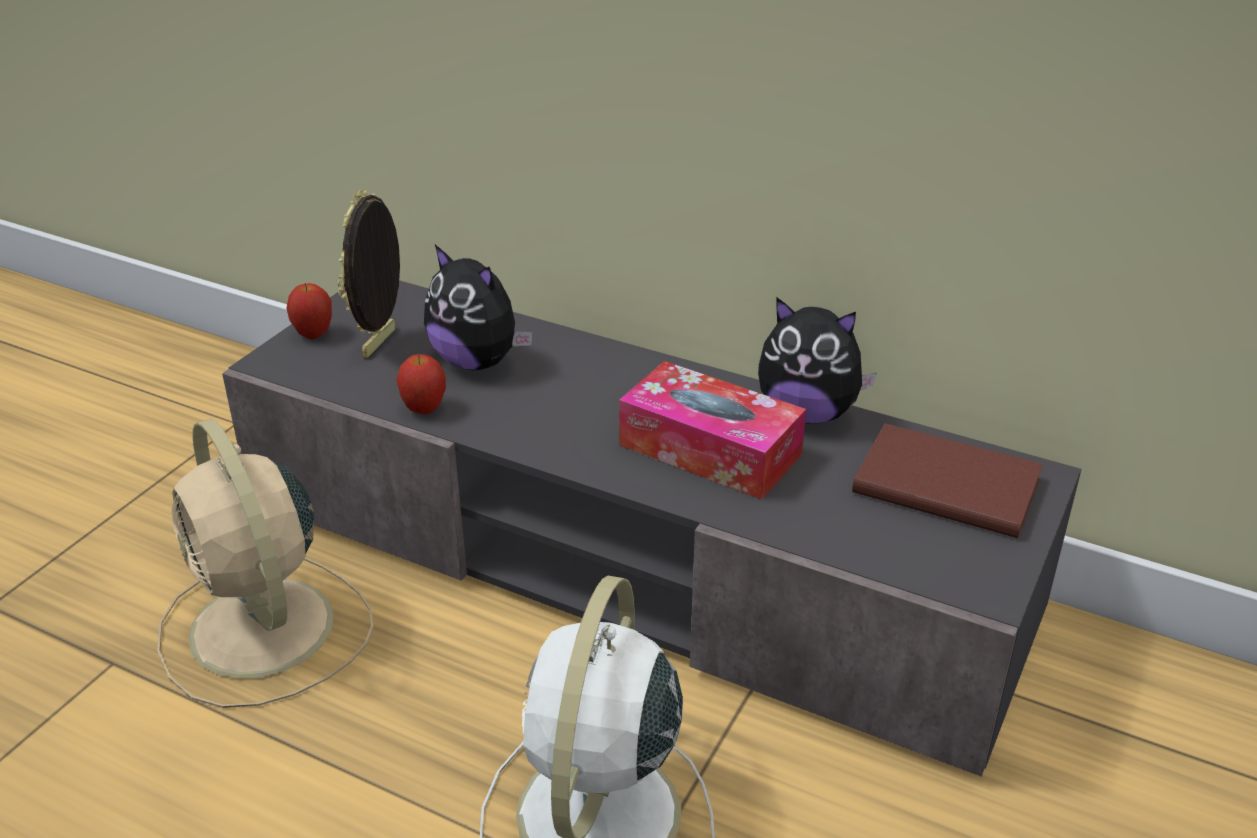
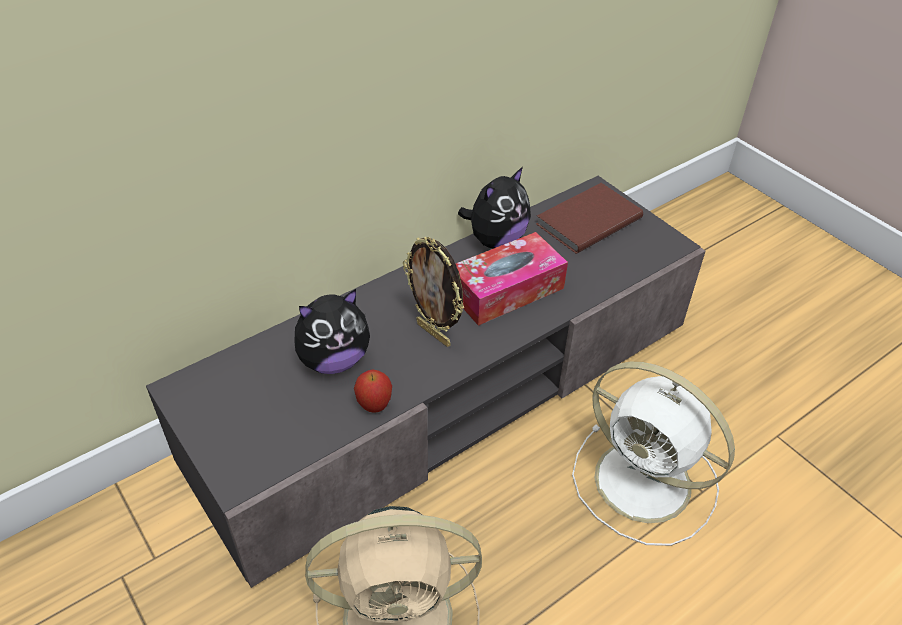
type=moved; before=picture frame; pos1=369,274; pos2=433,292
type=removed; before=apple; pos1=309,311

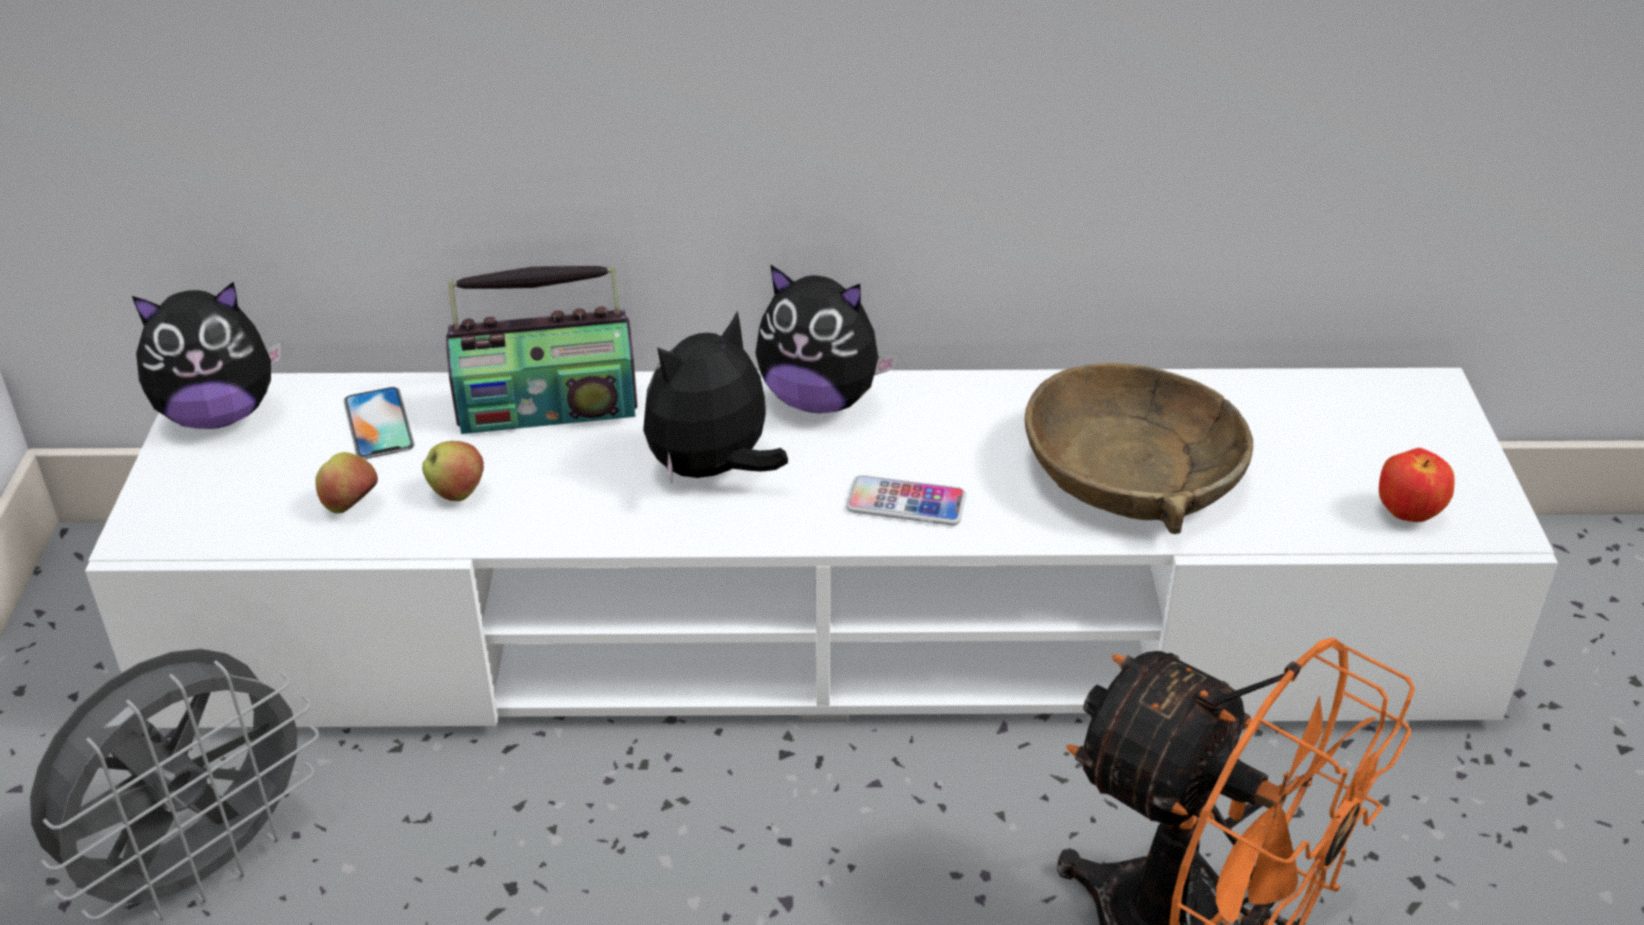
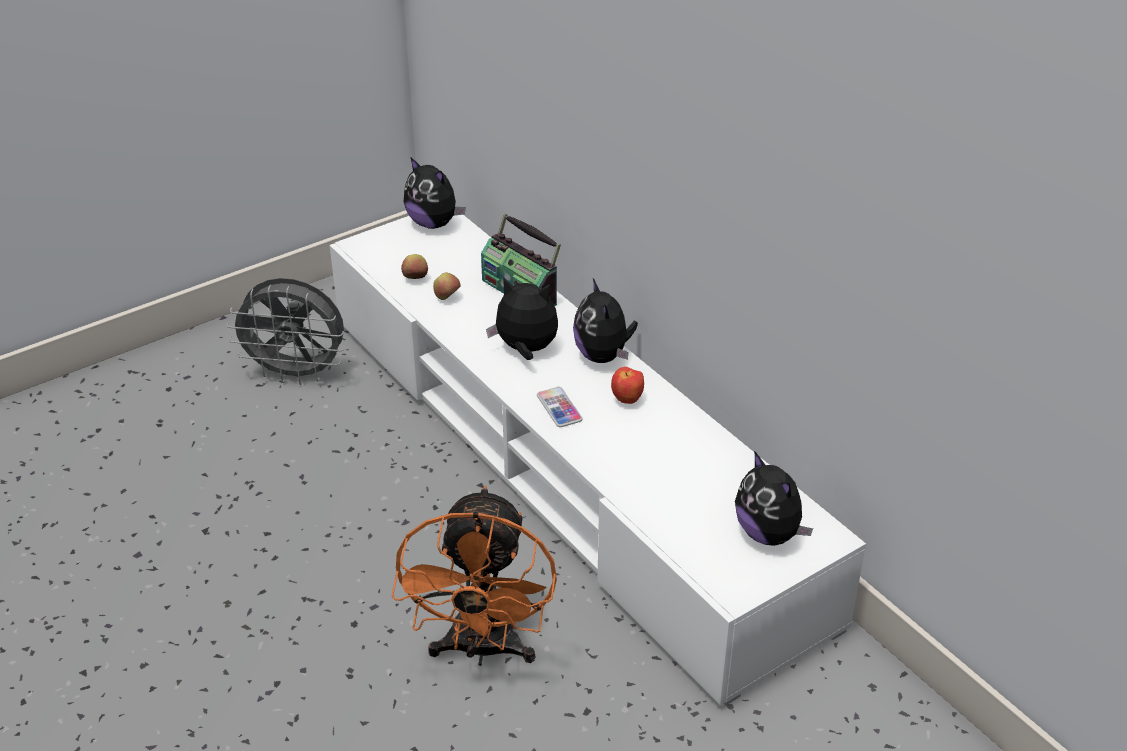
type=moved; before=apple; pos1=1417,485; pos2=627,385
type=added; after=plush toy; pos2=774,498
type=removed; before=phone; pos1=379,423
type=removed; before=brown bowl; pos1=1139,448

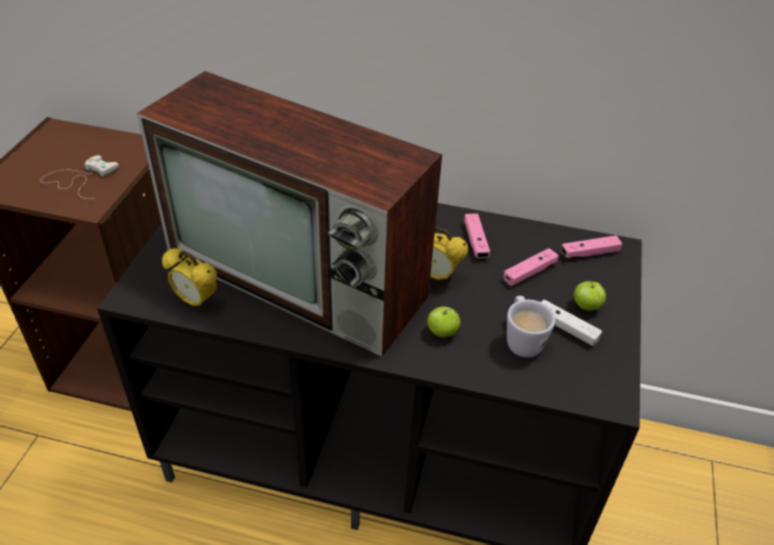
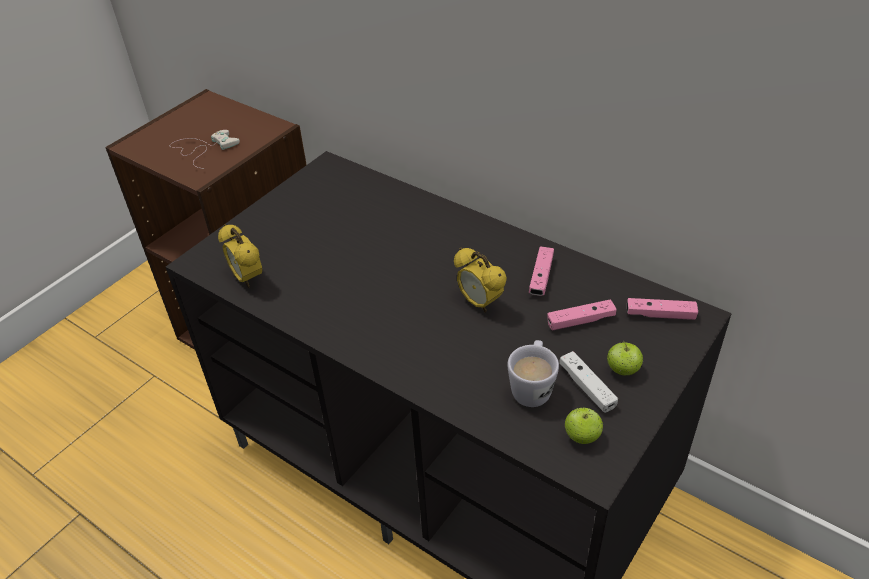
type=moved; before=apple; pos1=443,321; pos2=584,425
type=removed; before=television; pos1=289,214

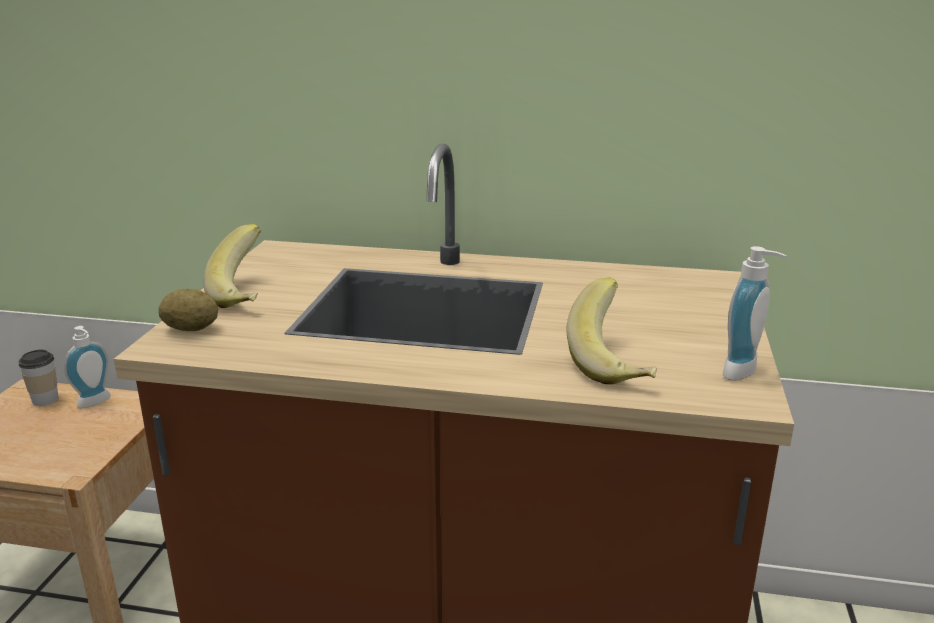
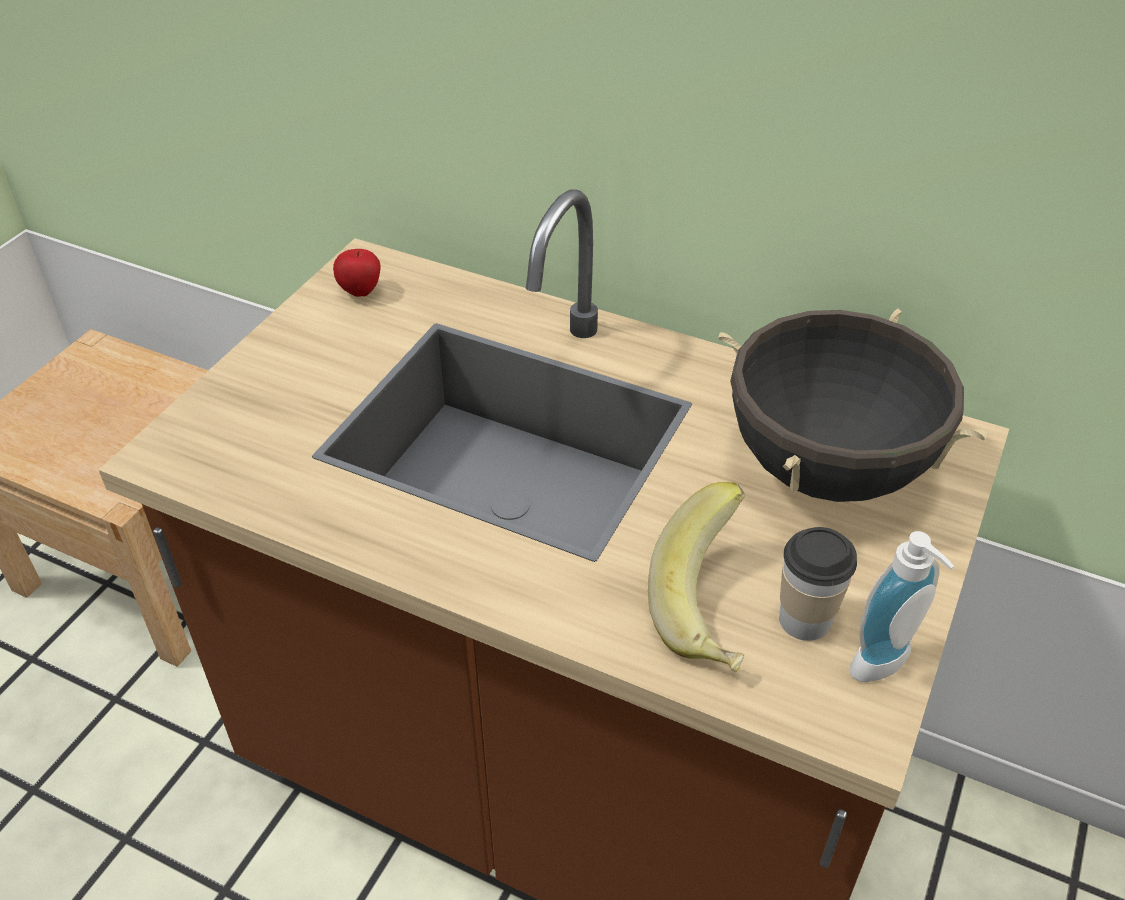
type=added; after=apple; pos2=357,273
type=added; after=black cooking pot; pos2=853,405
type=moved; before=cup; pos1=38,378; pos2=818,584
type=removed; before=soap dispenser; pos1=87,367
type=removed; before=potato; pos1=188,310
type=removed; before=banana; pos1=232,266

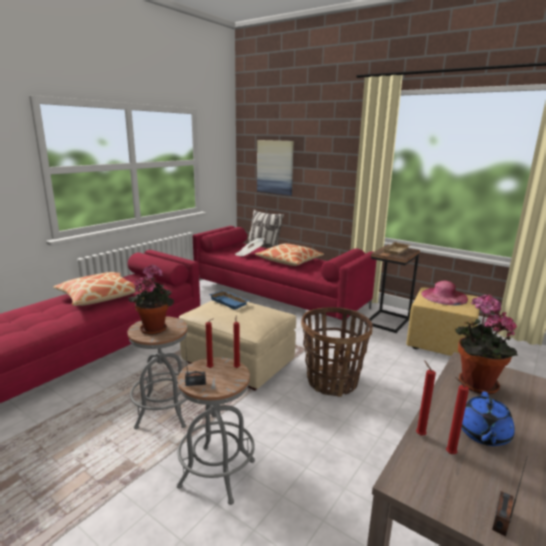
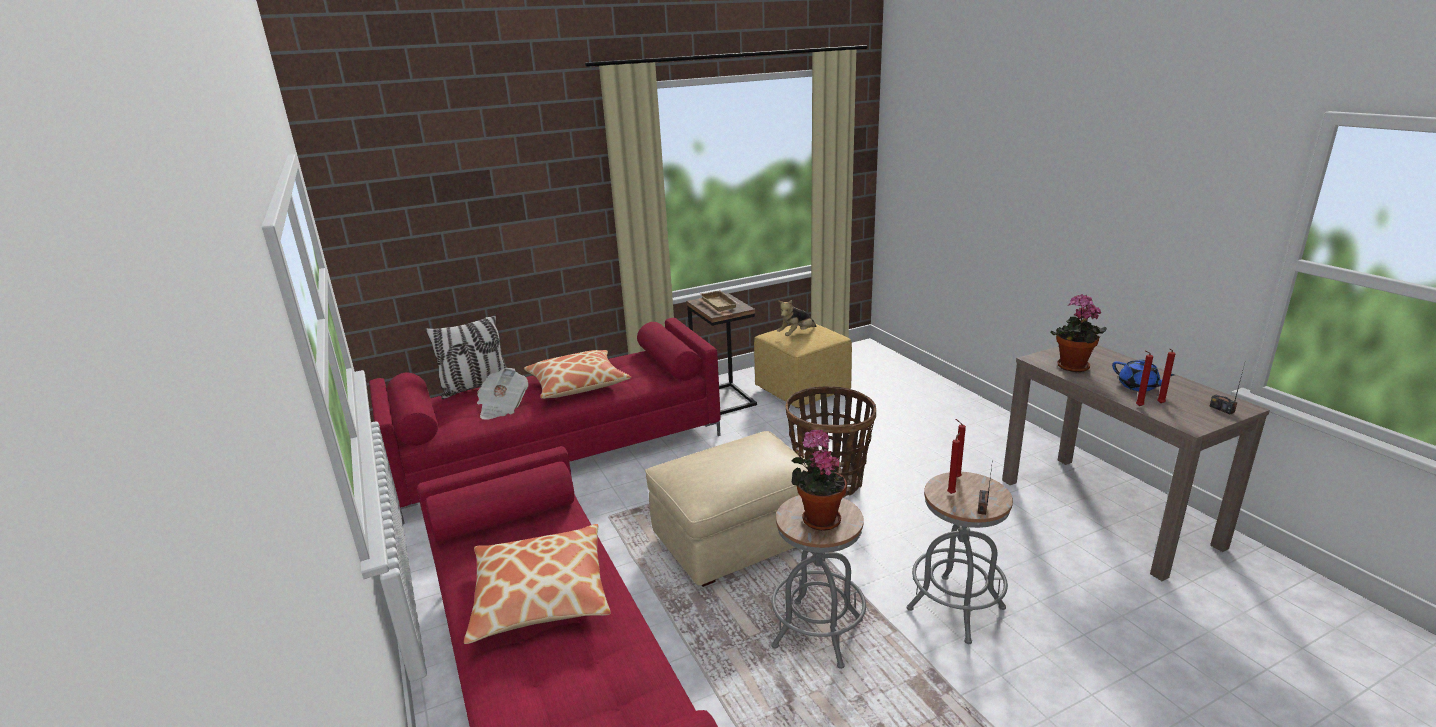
type=replaced; before=pink hat; after=plush toy; pos1=444,293; pos2=796,318
type=removed; before=blue tray; pos1=229,300
type=removed; before=picture; pos1=275,168

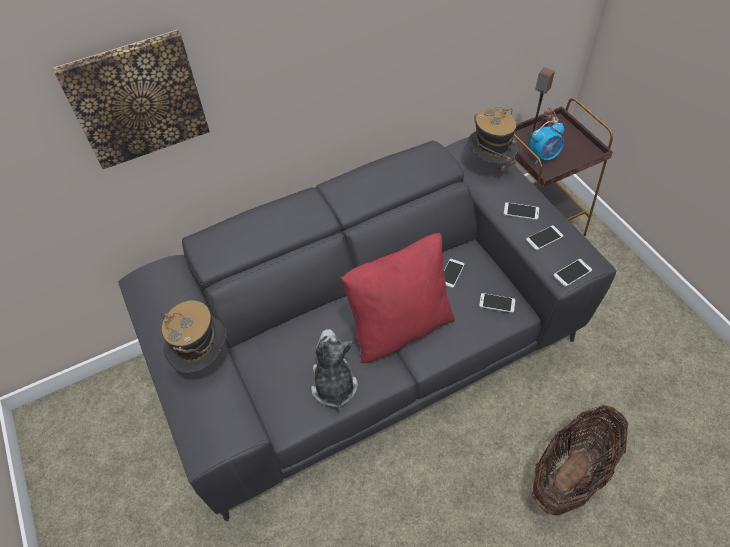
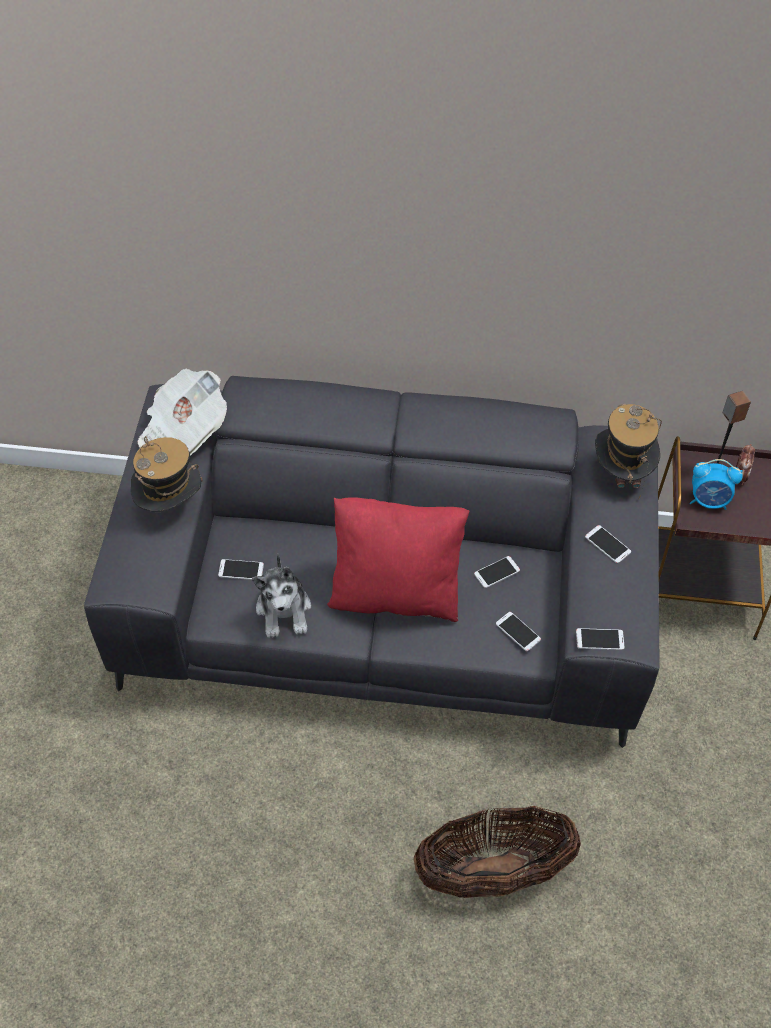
type=added; after=newspaper; pos2=182,412
type=moved; before=phone; pos1=545,237; pos2=241,569
type=turned; before=plush toy; pos1=334,369; pos2=281,596; turn=150
type=removed; before=picture; pos1=131,99

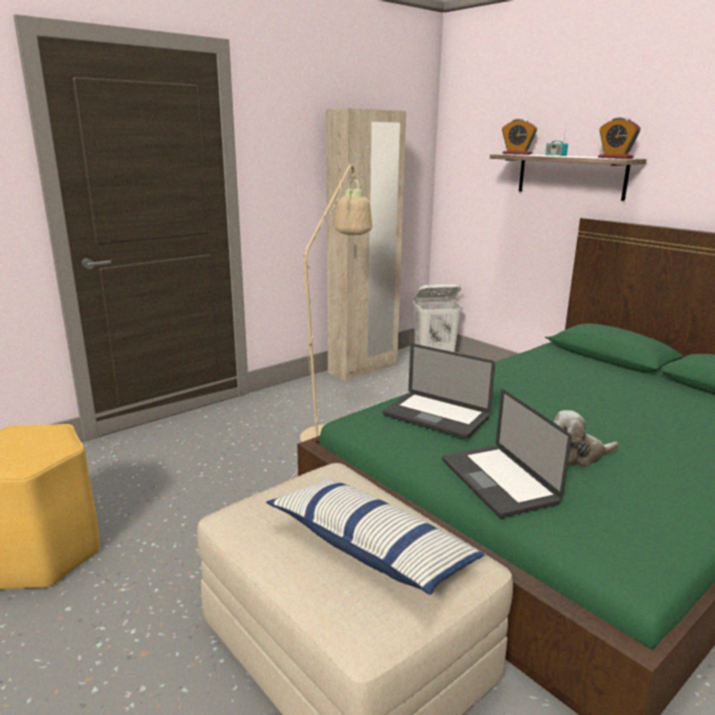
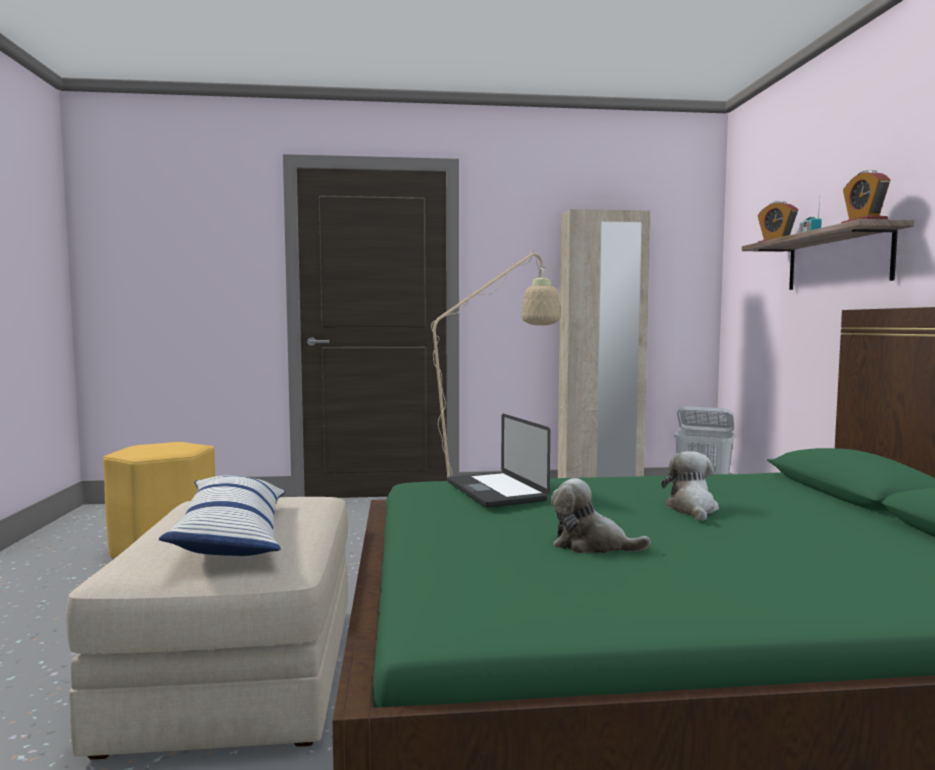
type=added; after=plush toy; pos2=690,486
type=removed; before=laptop; pos1=507,453

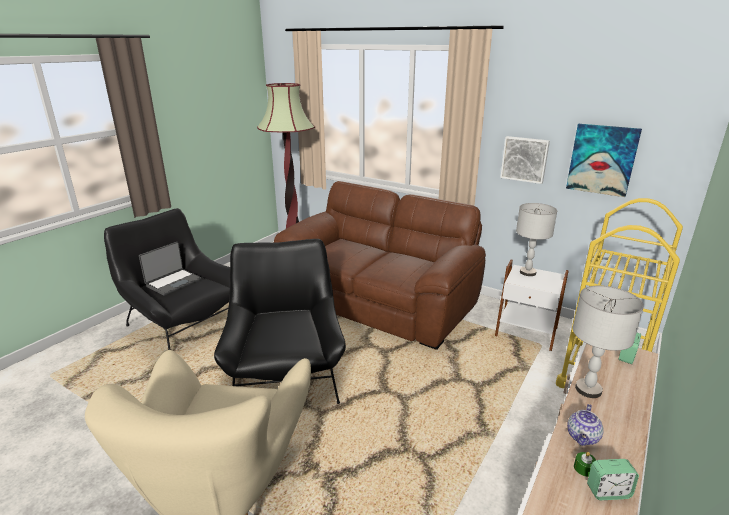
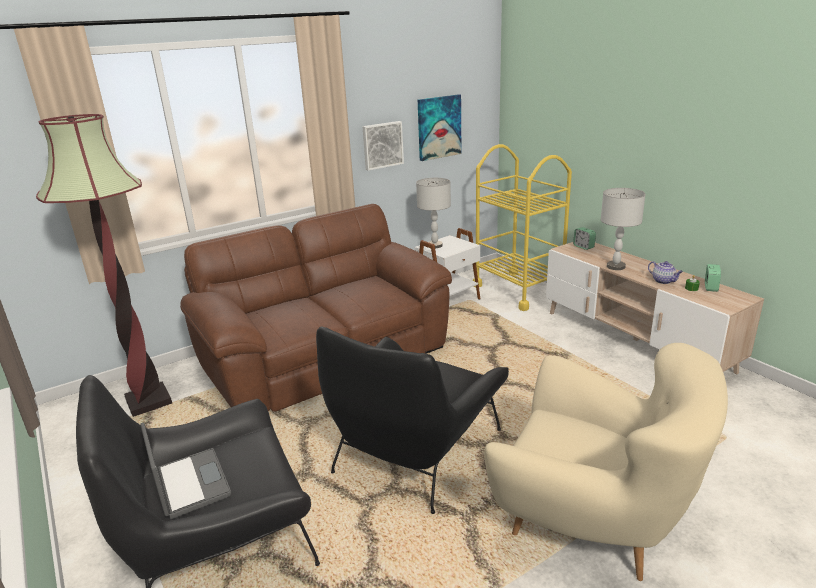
type=turned; before=black armchair; pos1=280,321; pos2=412,420; turn=-75

